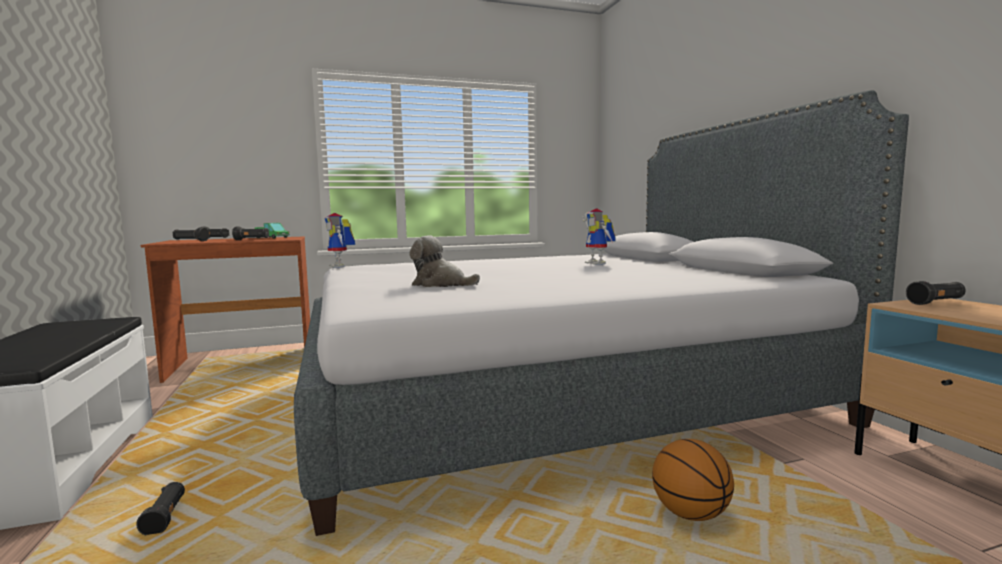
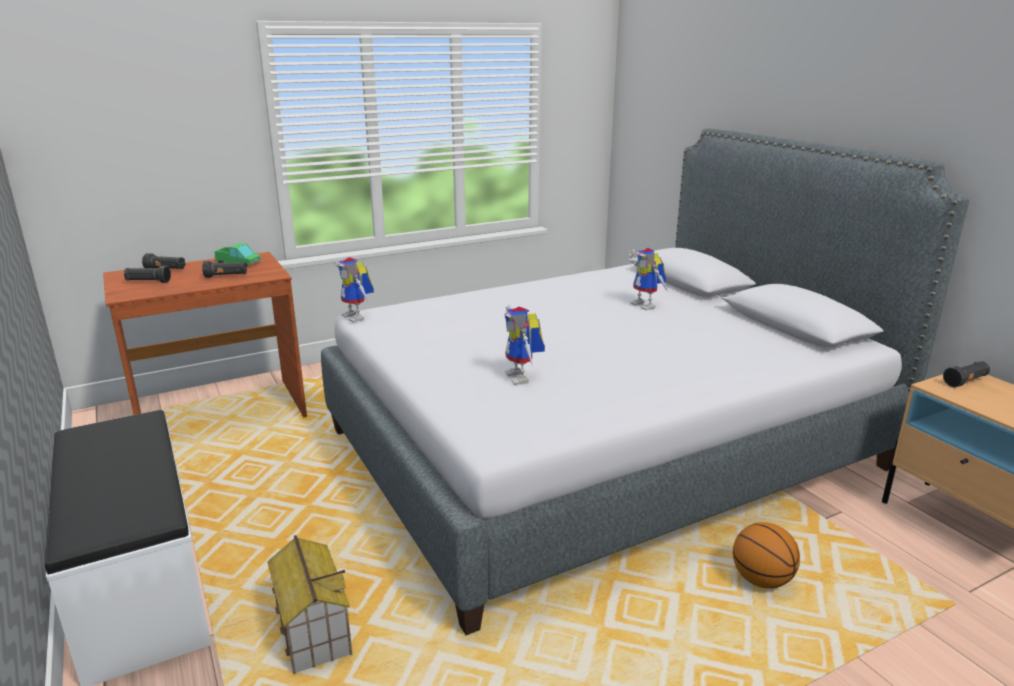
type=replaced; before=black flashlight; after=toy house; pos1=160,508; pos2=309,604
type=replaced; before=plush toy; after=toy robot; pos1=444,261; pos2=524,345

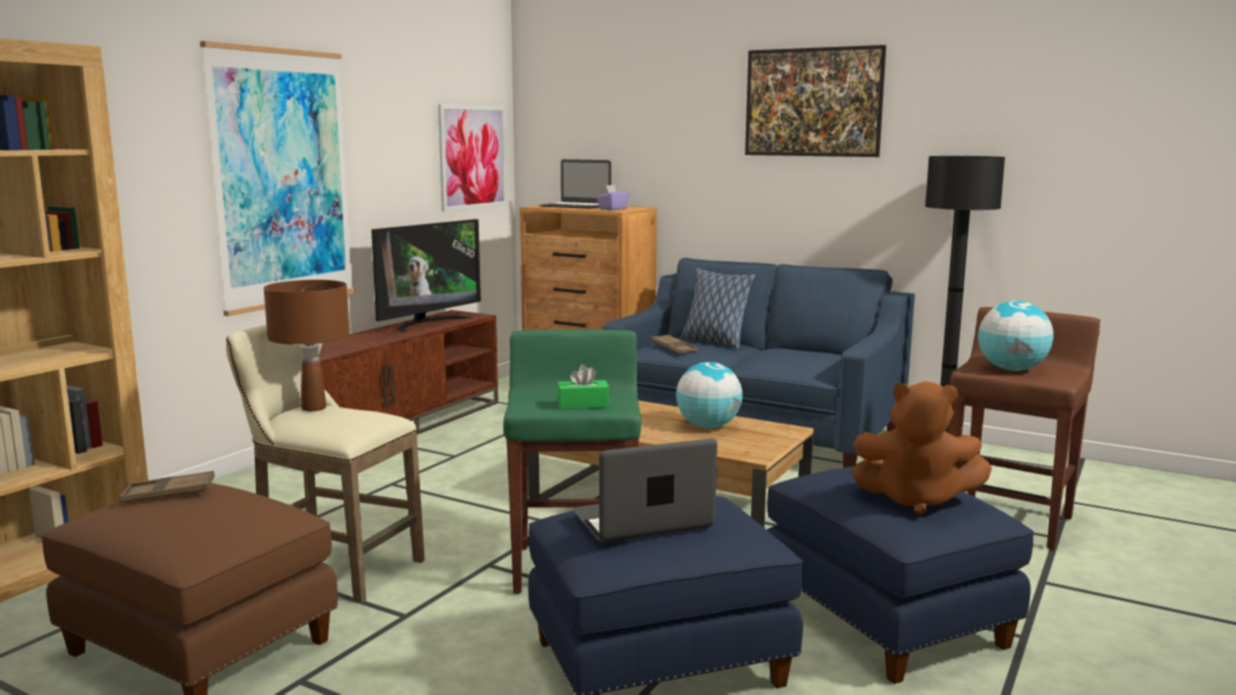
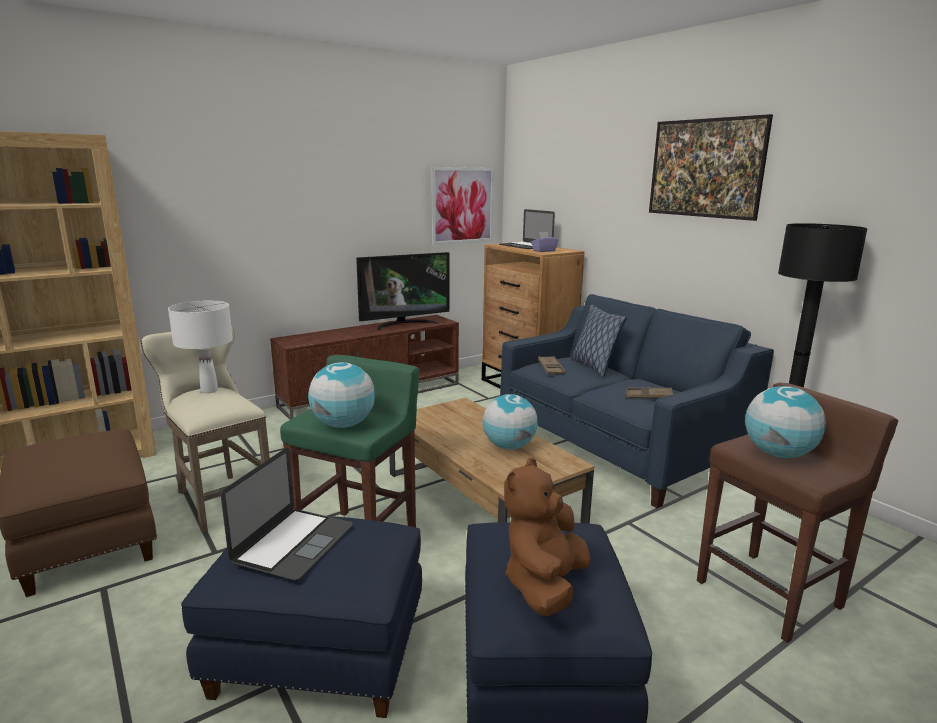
type=recoloured; before=brown table lamp; after=white table lamp; pos1=307,345; pos2=200,347
type=turned; before=laptop; pos1=645,490; pos2=287,514; turn=105
type=replaced; before=green tissue box; after=globe; pos1=583,386; pos2=341,395
type=turned; before=brown plush toy; pos1=921,448; pos2=547,536; turn=75
type=moved; before=brown tray; pos1=167,486; pos2=649,393
type=removed; before=picture; pos1=277,178

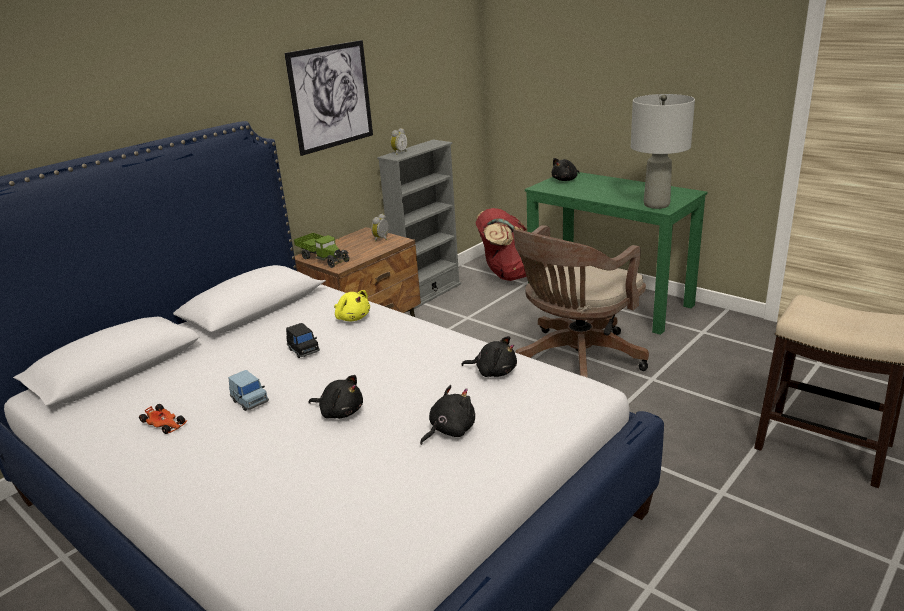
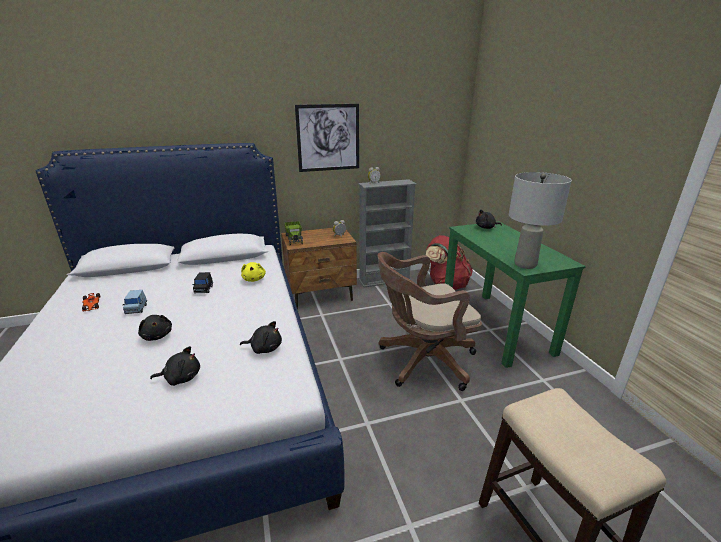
type=turned; before=black plush toy; pos1=489,356; pos2=261,337; turn=-45

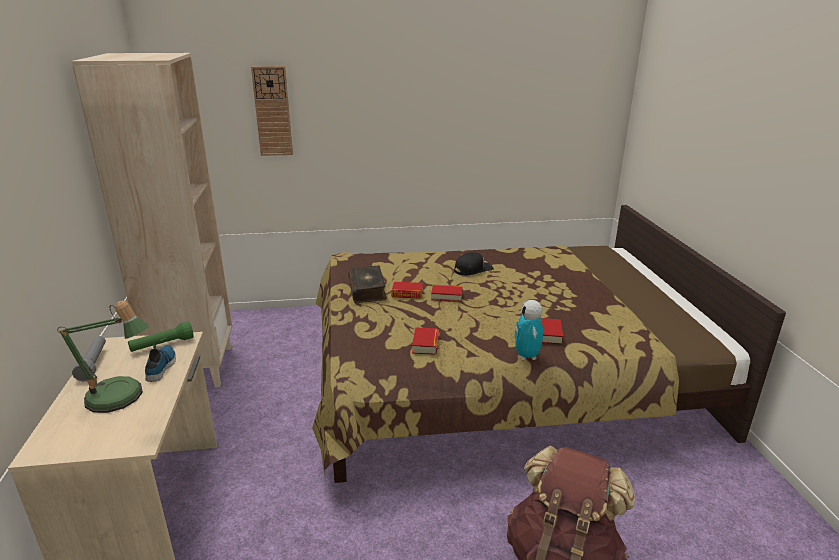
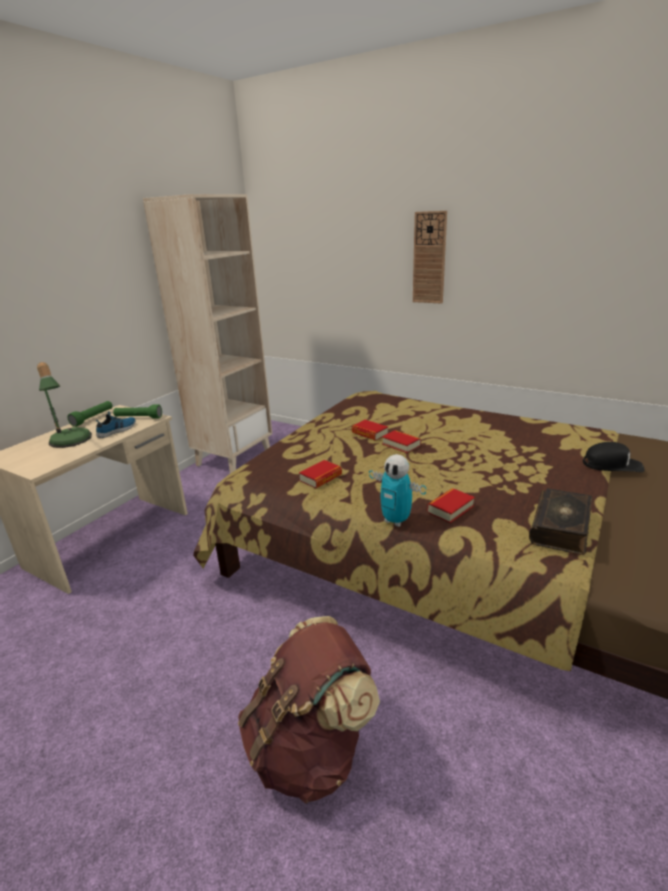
type=recoloured; before=grey flashlight; after=green flashlight; pos1=89,358; pos2=90,414
type=turned; before=toy robot; pos1=528,330; pos2=397,490; turn=-90
type=moved; before=wall clock; pos1=272,111; pos2=430,257
type=moved; before=book; pos1=367,284; pos2=561,521
type=moved; before=black cap; pos1=474,264; pos2=614,457

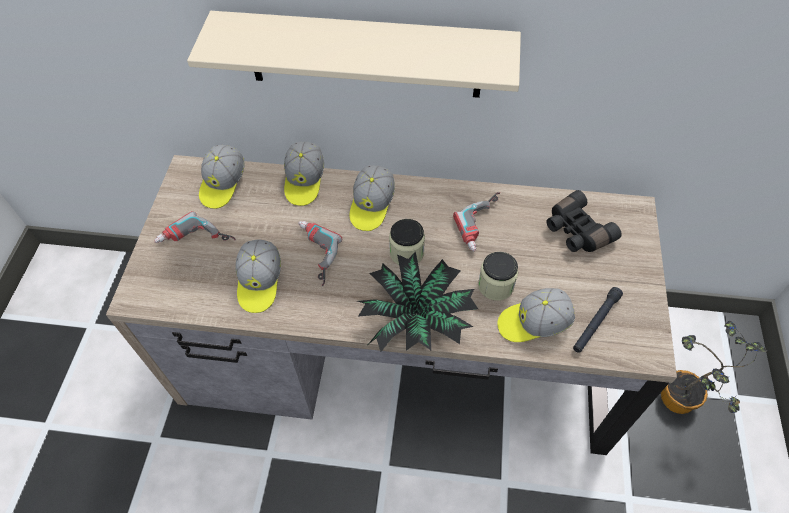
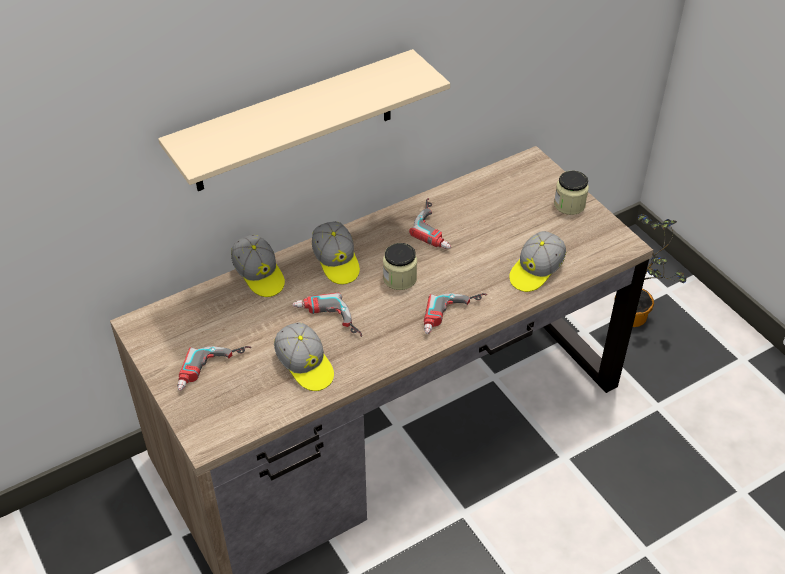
type=replaced; before=potted plant; after=power drill; pos1=417,301; pos2=455,313
type=moved; before=jar; pos1=498,276; pos2=571,193
type=removed; before=cap; pos1=222,177
type=removed; before=black binoculars; pos1=584,221
type=removed; before=black flashlight; pos1=598,320

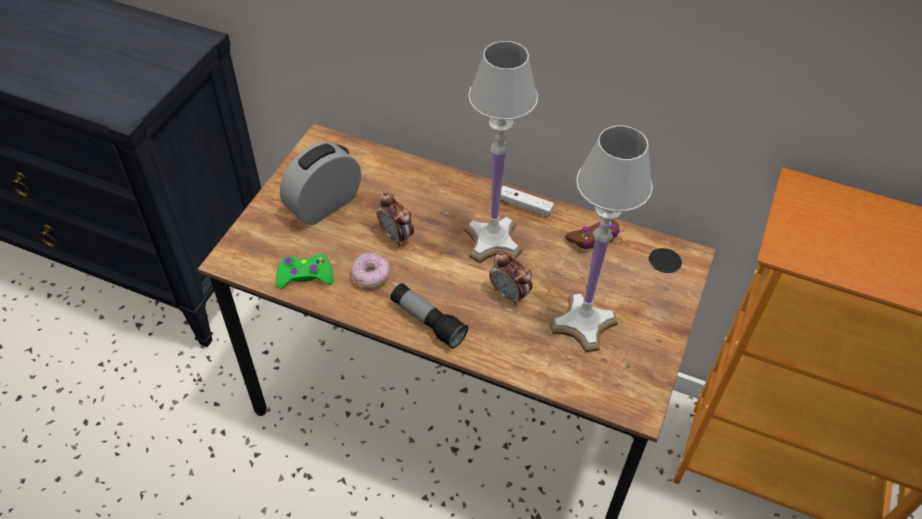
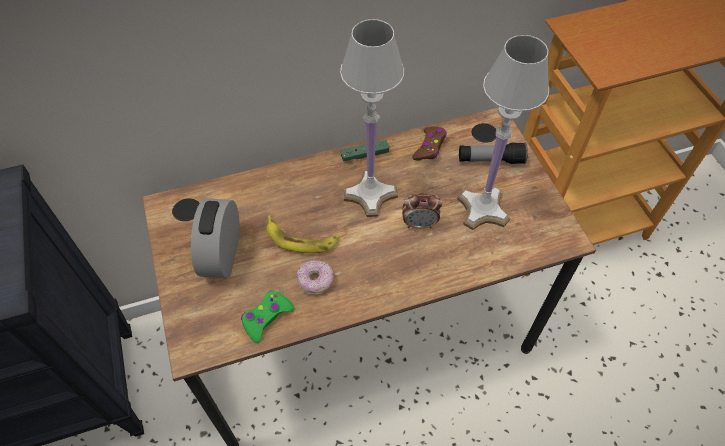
type=replaced; before=alarm clock; after=banana; pos1=395,219; pos2=303,234
type=recoloured; before=white game controller; after=green game controller; pos1=527,201; pos2=365,151
type=moved; before=flashlight; pos1=429,316; pos2=493,153

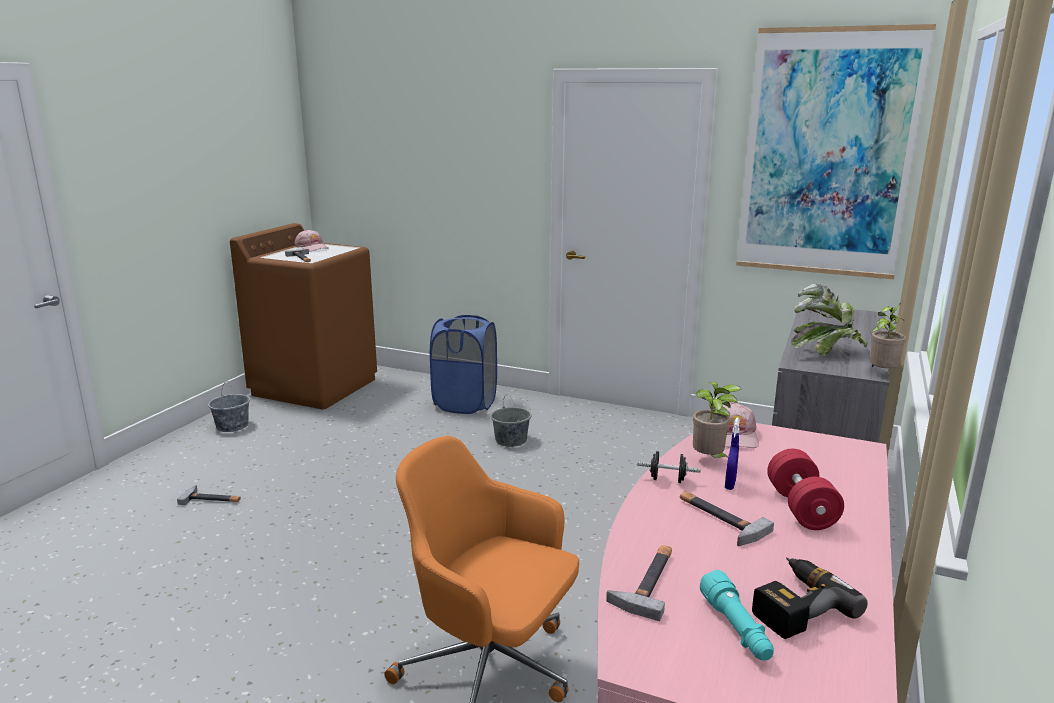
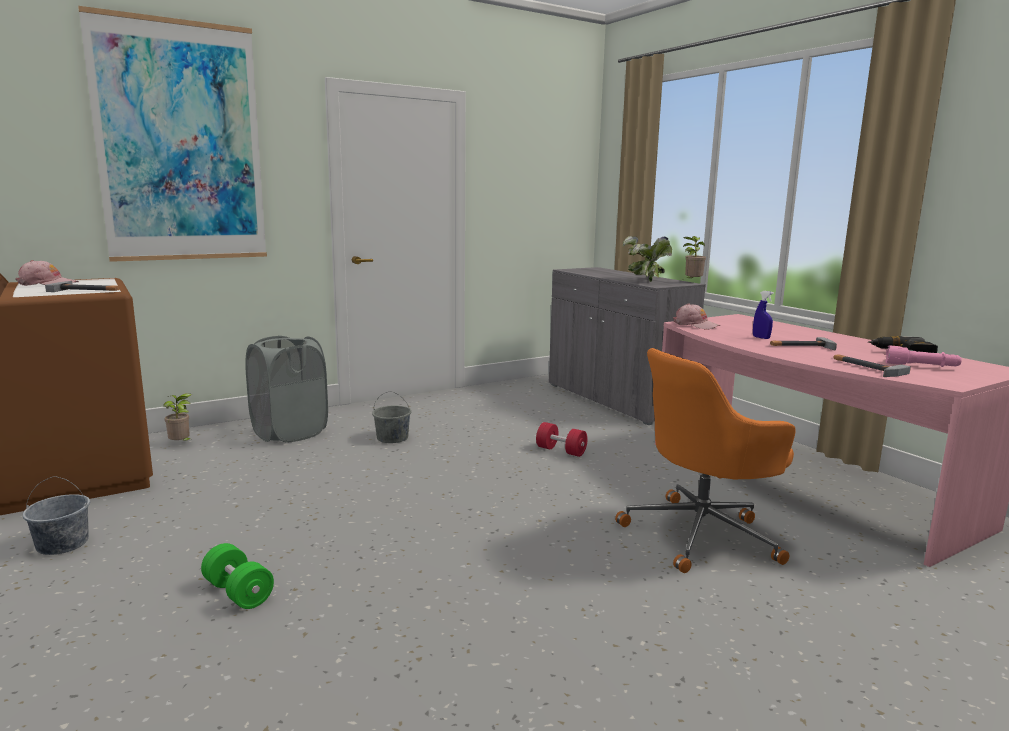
type=moved; before=picture; pos1=836,152; pos2=172,134
type=moved; before=potted plant; pos1=717,420; pos2=178,417
type=replaced; before=hammer; after=green dumbbell; pos1=209,495; pos2=237,576
type=recoloured; before=blue laundry basket; after=grey laundry basket; pos1=463,364; pos2=286,389
type=moved; before=red dumbbell; pos1=805,489; pos2=562,439
type=recoloured; before=turquoise flashlight; after=pink flashlight; pos1=737,615; pos2=923,356
type=removed; before=black dumbbell; pos1=669,467

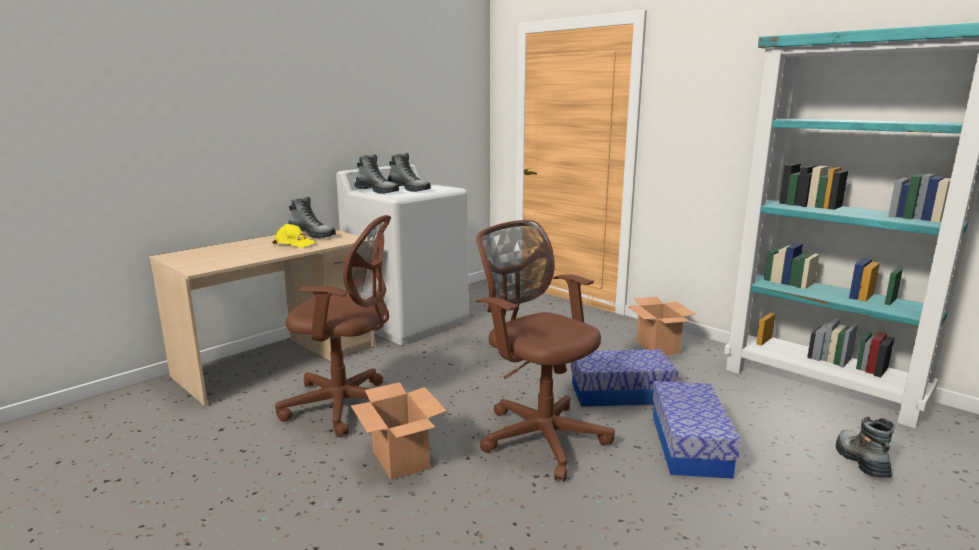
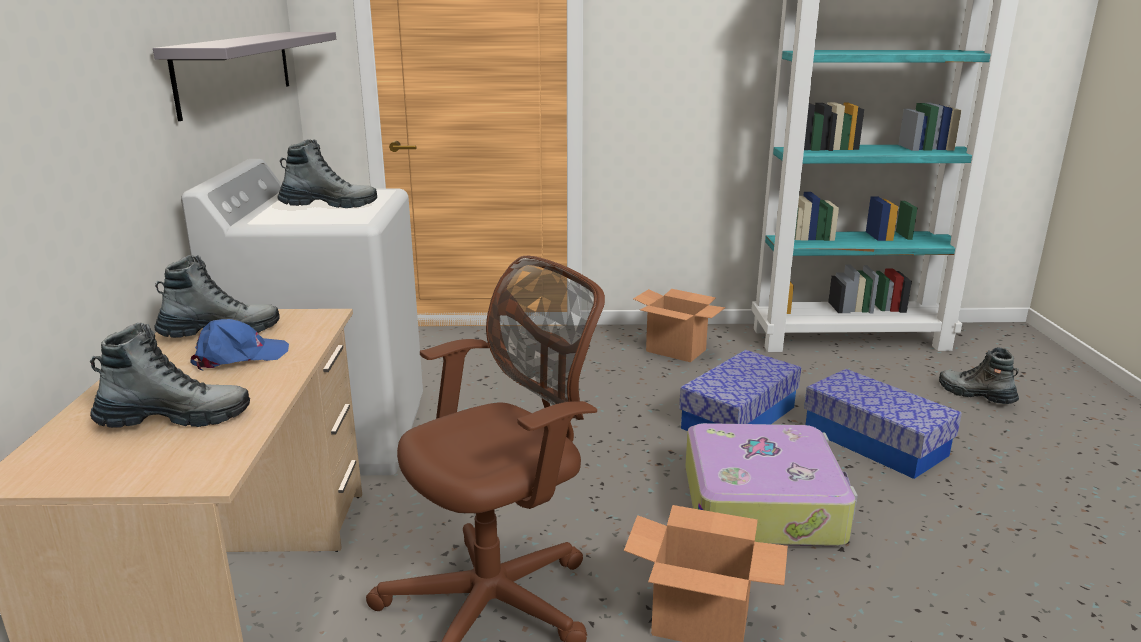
type=moved; before=boot; pos1=376,174; pos2=170,375
type=added; after=grey shelf; pos2=244,76
type=recoloured; before=yellow cap; after=blue cap; pos1=294,236; pos2=240,345
type=replaced; before=brown office chair; after=suitcase; pos1=545,351; pos2=771,485

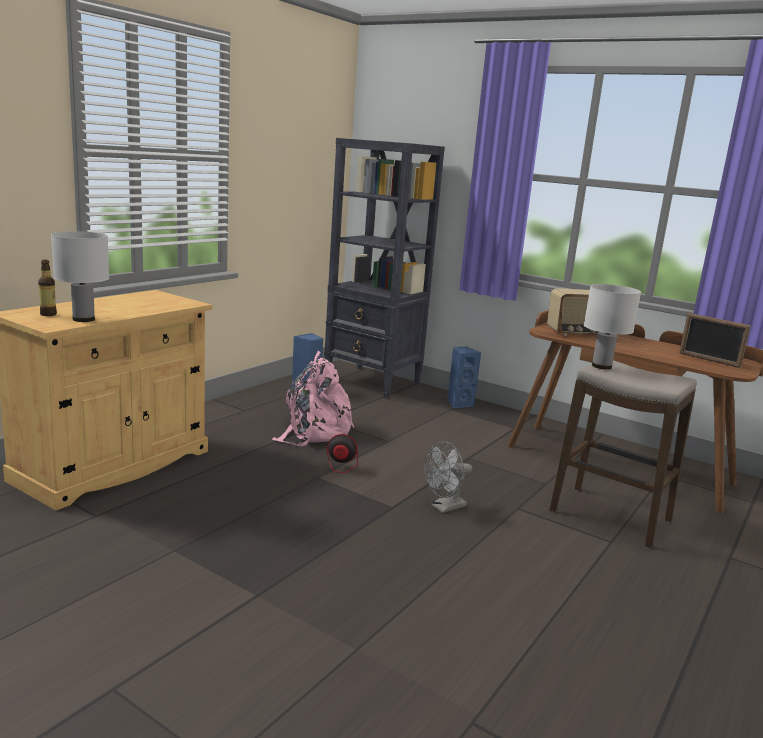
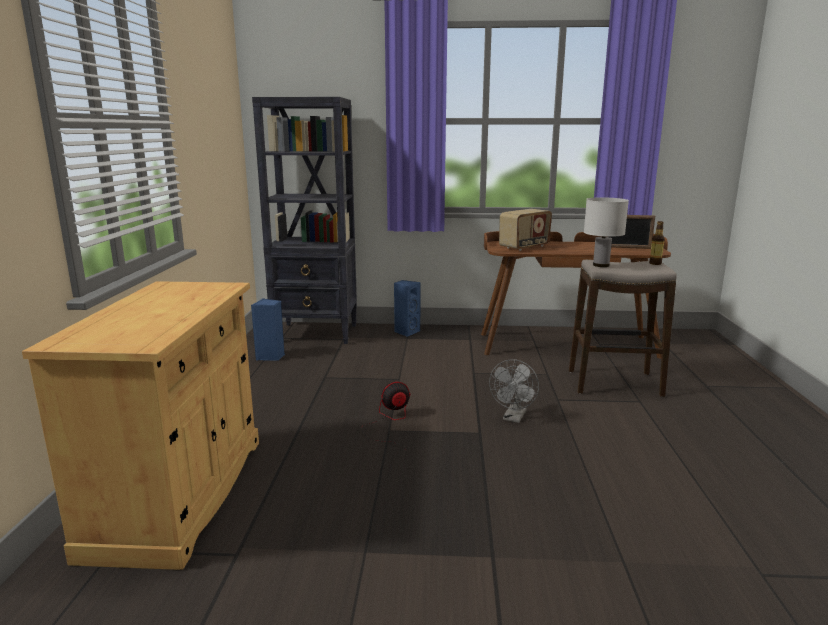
type=moved; before=bottle; pos1=47,288; pos2=657,243
type=removed; before=white table lamp; pos1=80,276
type=removed; before=pink backpack; pos1=313,398

